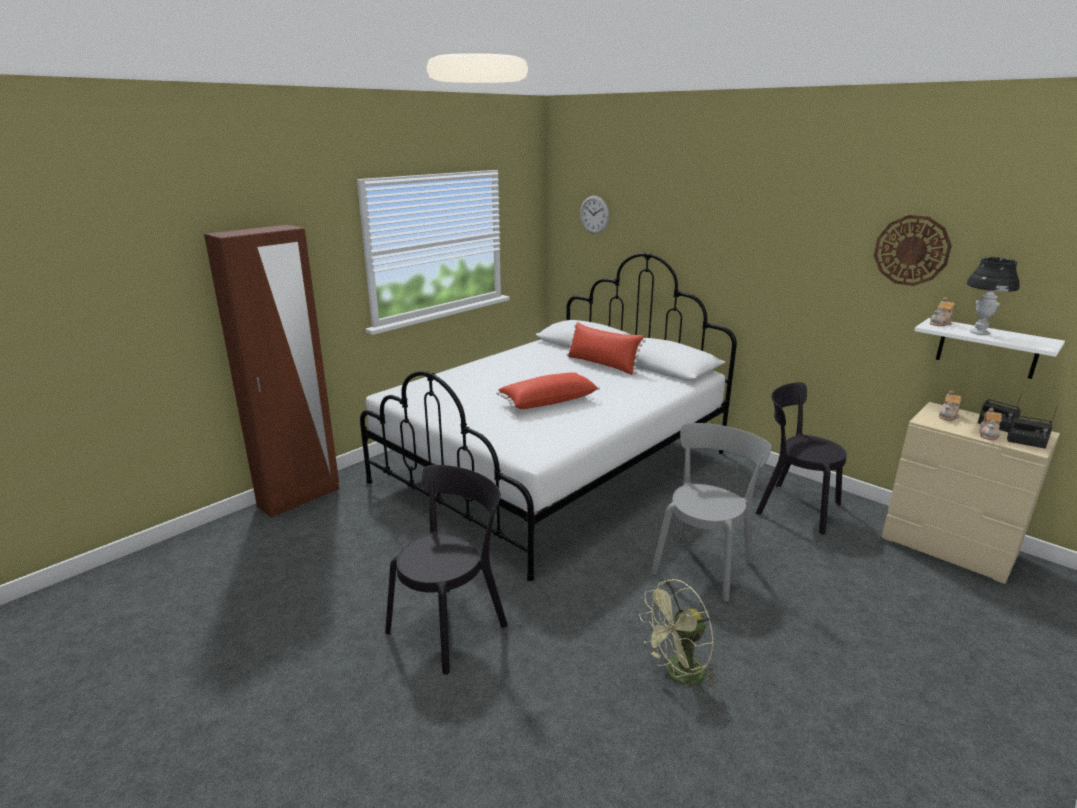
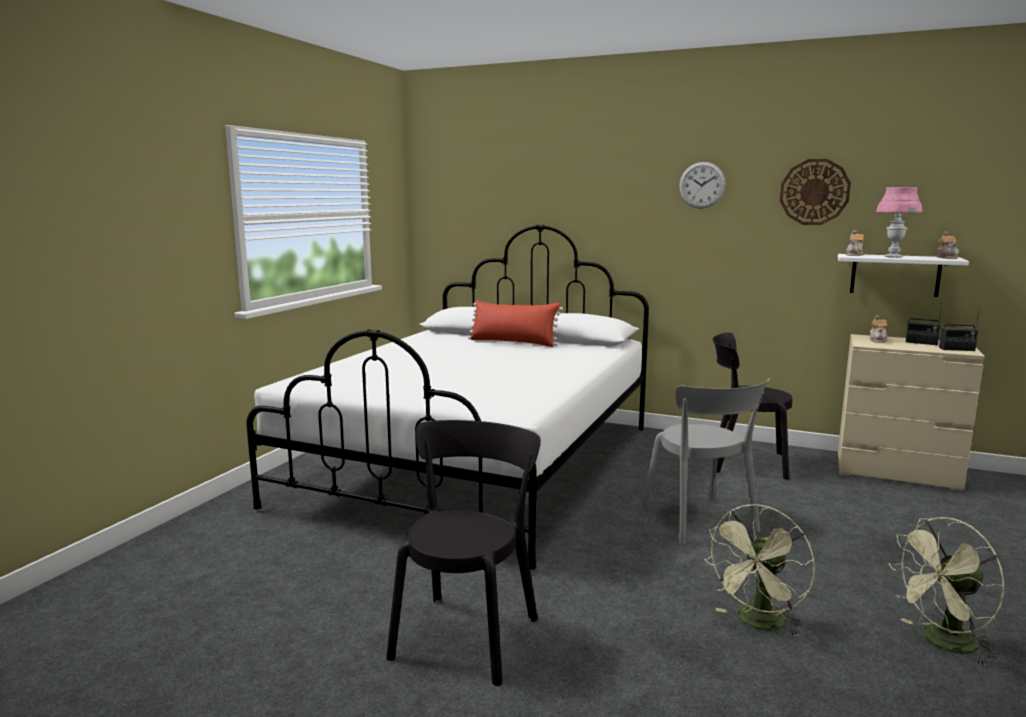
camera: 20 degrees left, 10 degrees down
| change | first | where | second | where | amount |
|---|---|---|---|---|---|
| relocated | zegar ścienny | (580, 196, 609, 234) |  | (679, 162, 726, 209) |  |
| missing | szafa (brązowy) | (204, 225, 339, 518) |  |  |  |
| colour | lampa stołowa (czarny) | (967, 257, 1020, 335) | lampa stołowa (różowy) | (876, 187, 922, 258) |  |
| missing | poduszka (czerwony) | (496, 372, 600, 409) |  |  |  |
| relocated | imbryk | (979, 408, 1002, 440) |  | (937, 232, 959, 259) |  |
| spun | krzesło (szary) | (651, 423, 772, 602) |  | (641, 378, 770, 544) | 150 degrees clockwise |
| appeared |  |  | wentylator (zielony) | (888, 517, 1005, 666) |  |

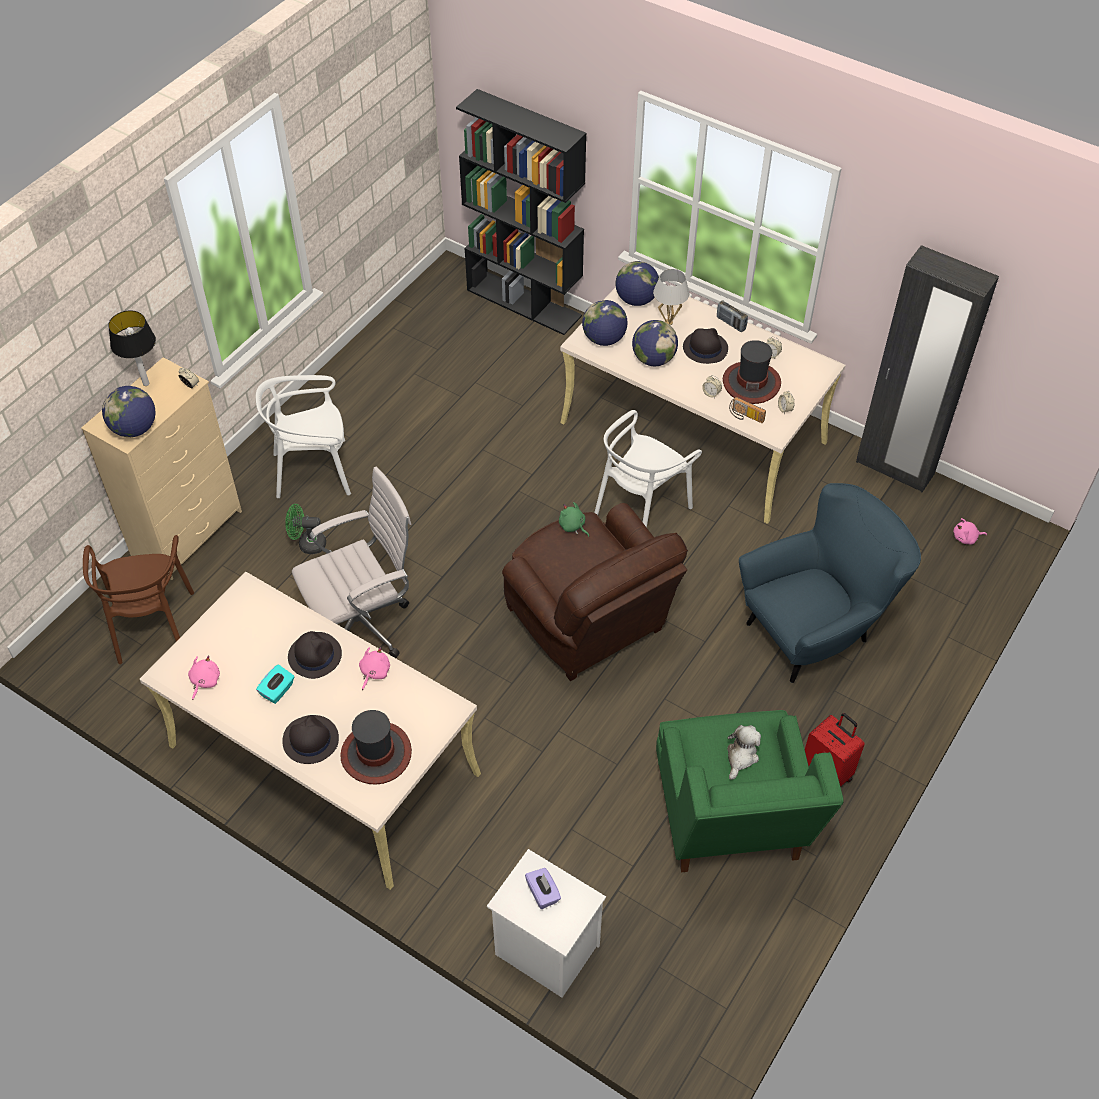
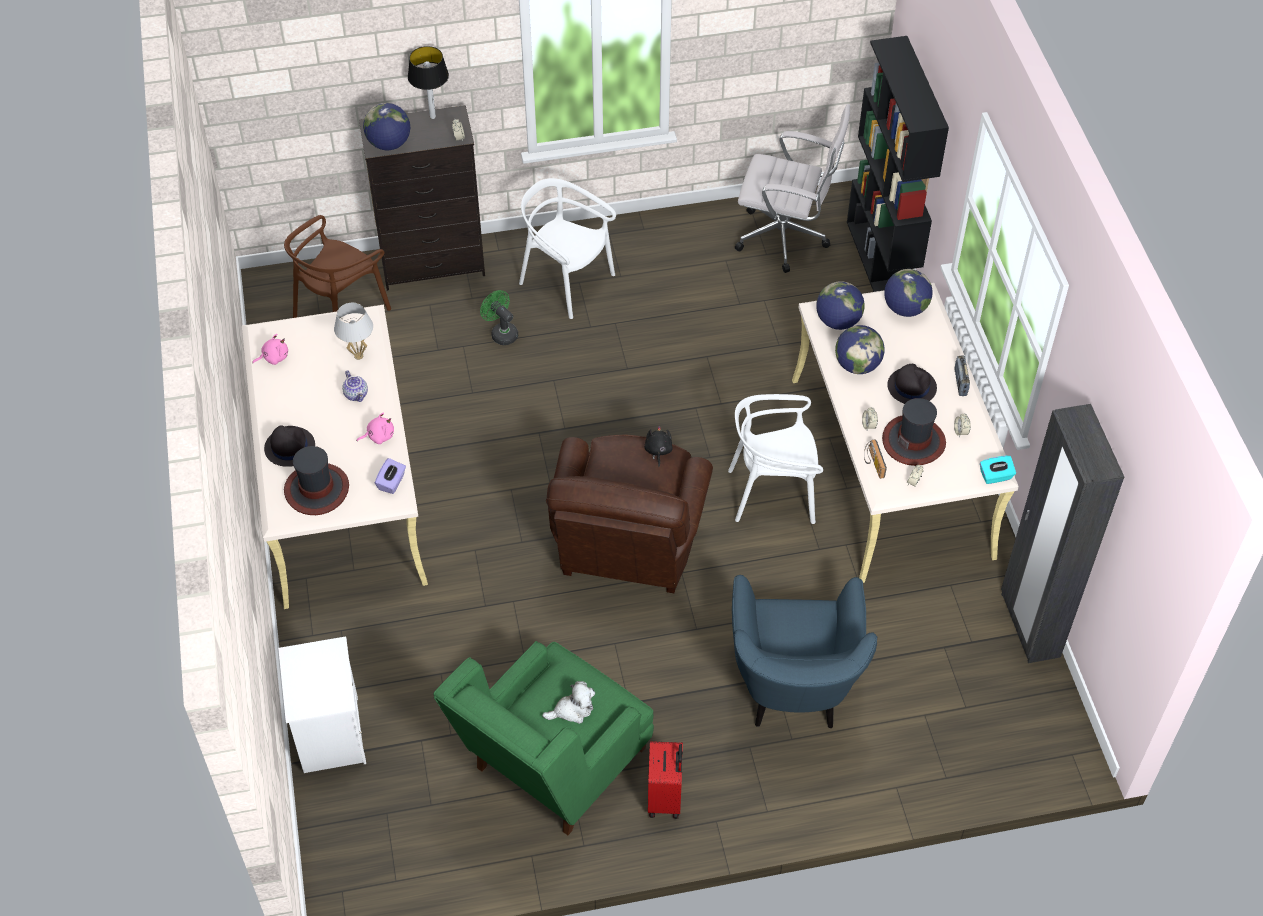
camera: 45 degrees right, 0 degrees up
| change | first | where | second | where | amount |
|---|---|---|---|---|---|
| relocated | lampa stołowa (biały) | (653, 269, 689, 325) |  | (334, 303, 373, 360) |  |
| colour | komoda (beżowy) | (81, 357, 242, 580) | komoda (czarny) | (359, 105, 485, 291) |  |
| relocated | krzesło biurowe (biały) | (292, 467, 411, 658) |  | (735, 104, 850, 273) |  |
| spun | fotel (niebieski) | (739, 483, 921, 683) |  | (732, 575, 877, 728) | 75 degrees clockwise |
| colour | pluszak (zielony) | (559, 502, 589, 537) | pluszak (czarny) | (644, 426, 673, 467) |  |
| missing | pluszak (różowy) | (954, 518, 987, 545) |  |  |  |
| exchanged | kapelusz (czarny) | (288, 631, 342, 679) | imbryk | (342, 371, 368, 402) |  |
| relocated | pudełko chusteczek (turkusowy) | (256, 664, 294, 704) |  | (980, 456, 1016, 484) |  |
| relocated | pudełko chusteczek (fioletowy) | (525, 868, 561, 909) |  | (375, 458, 406, 494) |  |

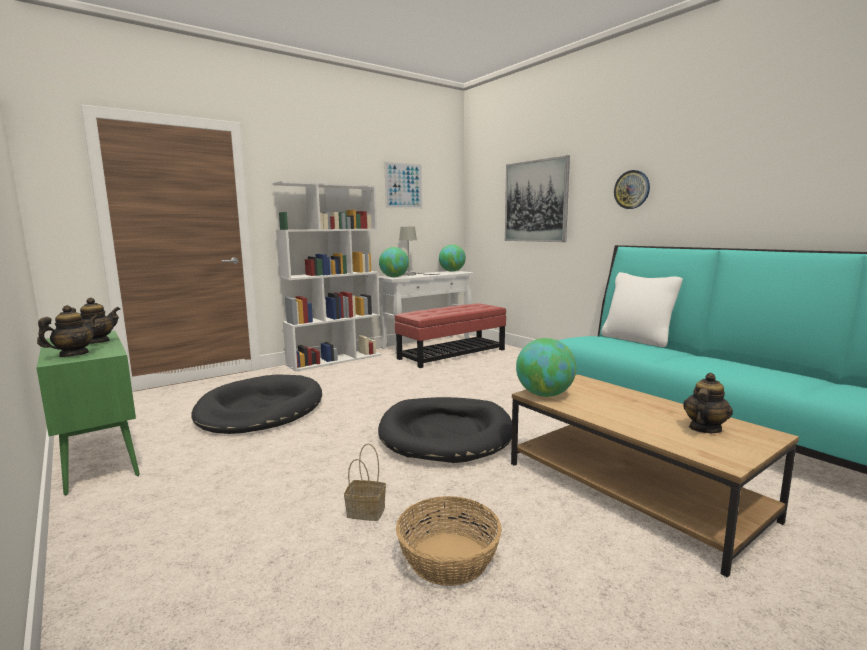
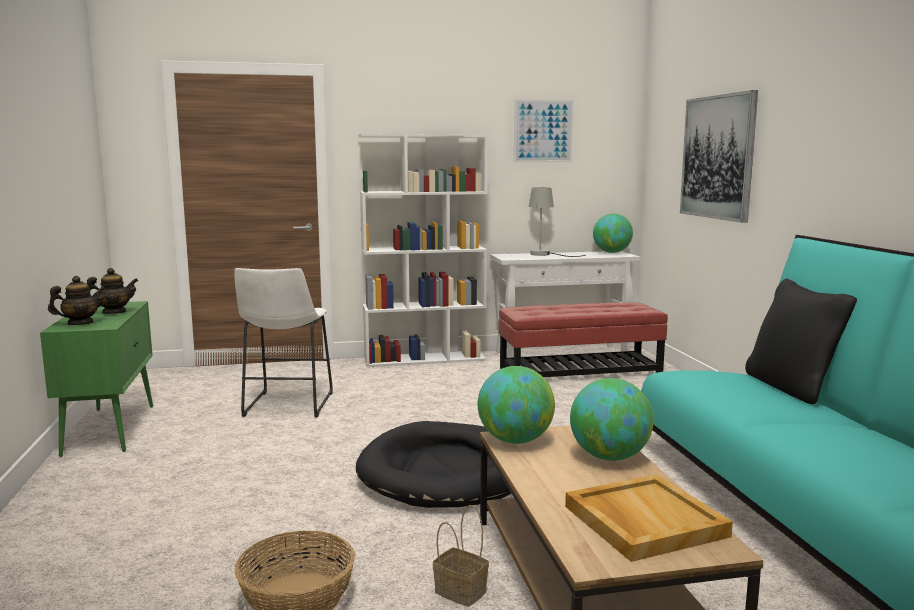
camera: 25 degrees right, 0 degrees up
| change | first | where | second | where | amount |
|---|---|---|---|---|---|
| missing | zegar ścienny | (614, 170, 650, 209) |  |  |  |
| relocated | globus | (379, 247, 409, 277) |  | (570, 378, 654, 461) |  |
| colour | poduszka (biały) | (601, 272, 683, 347) | poduszka (czarny) | (745, 278, 857, 404) |  |
| exchanged | imbryk | (683, 373, 733, 433) | taca (beżowy) | (565, 474, 733, 562) |  |
| exchanged | legowisko (czarny) | (191, 374, 322, 434) | stołek (biały) | (234, 268, 333, 418) |  |
| relocated | koszyk | (344, 444, 386, 521) |  | (433, 505, 489, 607) |  |

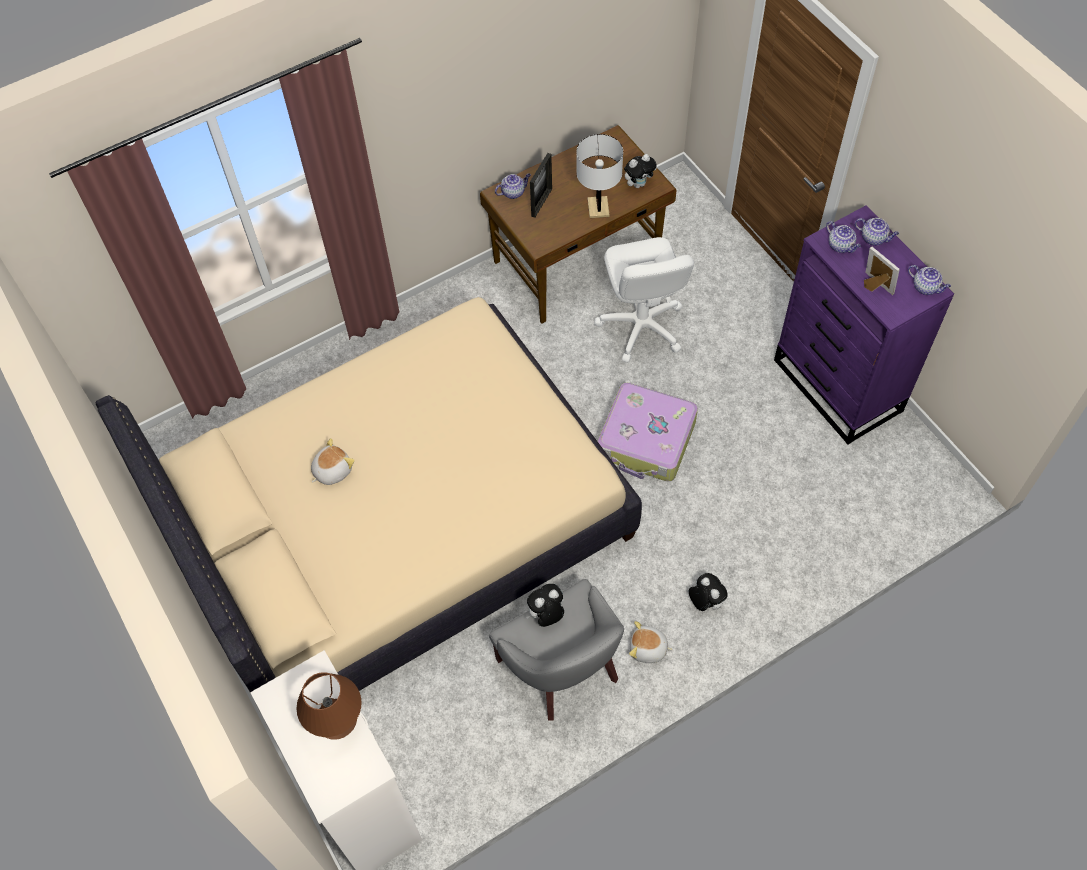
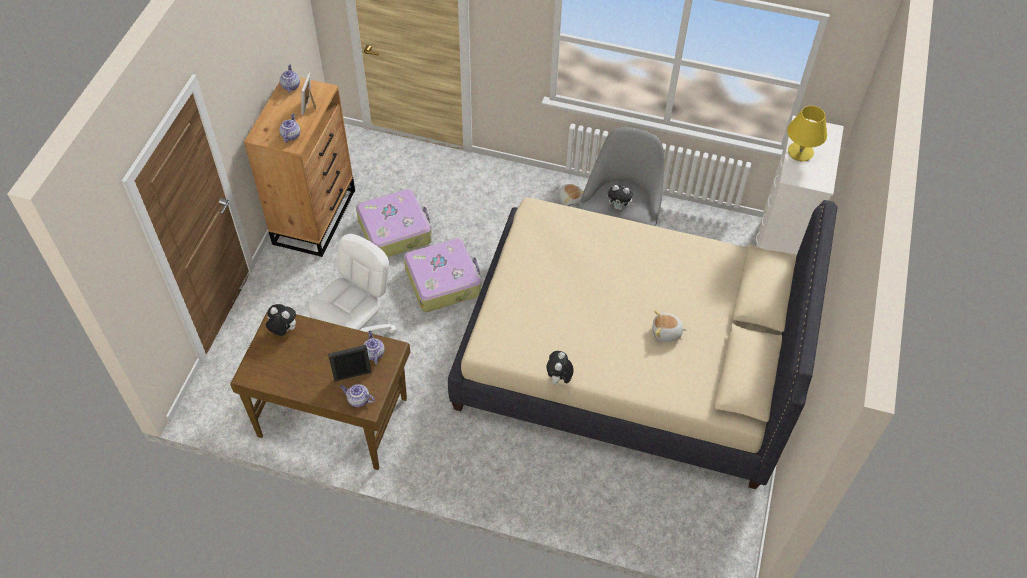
camera: 135 degrees left, 5 degrees down
| change | first | where | second | where | amount |
|---|---|---|---|---|---|
| missing | lampa stołowa (biały) | (576, 134, 623, 218) |  |  |  |
| colour | komoda (fioletowy) | (774, 206, 954, 445) | komoda (brązowy) | (244, 77, 355, 257) |  |
| relocated | imbryk | (855, 218, 899, 245) |  | (363, 331, 385, 364) |  |
| relocated | pluszak | (689, 573, 728, 611) |  | (547, 351, 574, 384) |  |
| colour | lampa stołowa (brązowy) | (297, 672, 362, 740) | lampa stołowa (żółty) | (787, 106, 827, 162) |  |
| appeared |  |  | walizka | (356, 189, 432, 257) |  |

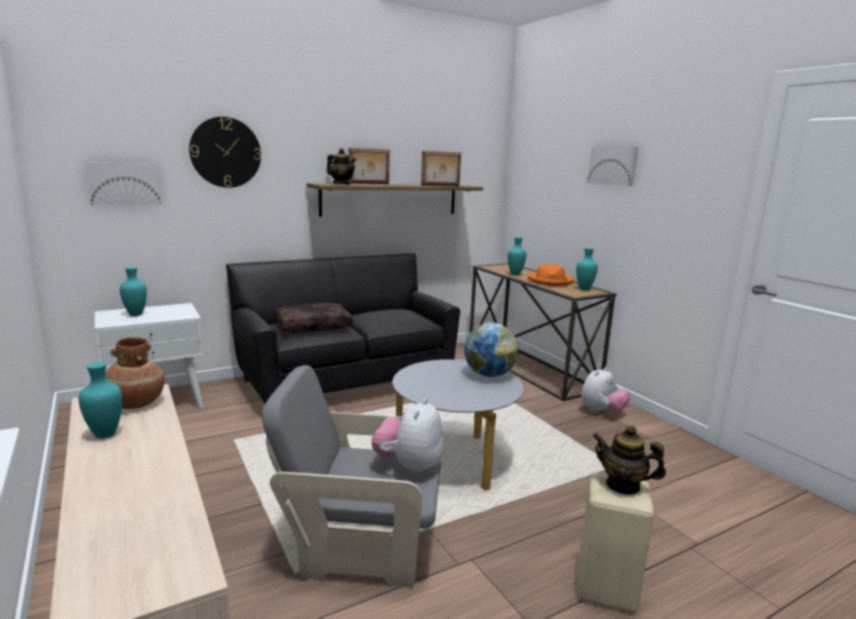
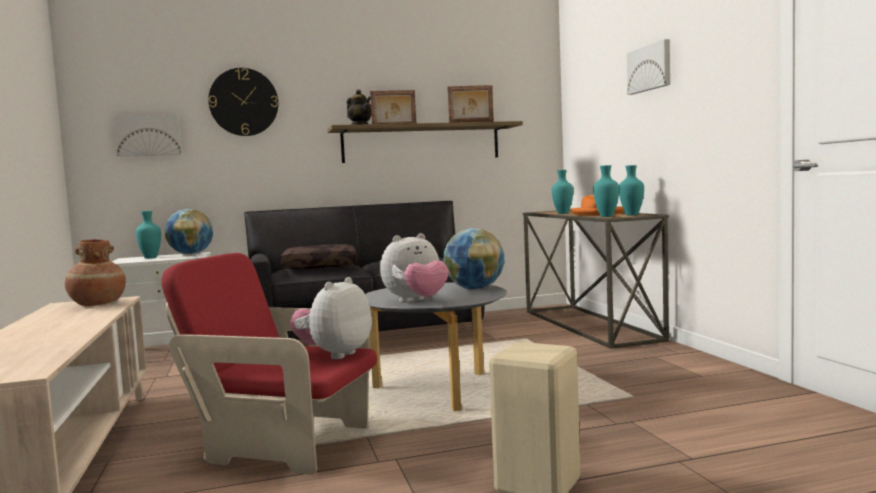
camera: 15 degrees right, 10 degrees down
| change | first | where | second | where | amount |
|---|---|---|---|---|---|
| relocated | wazon (turkusowy) | (78, 362, 122, 439) |  | (593, 165, 619, 217) |  |
| colour | fotel (szary) | (262, 365, 441, 588) | fotel (czerwony) | (161, 253, 377, 475) |  |
| relocated | pluszak | (581, 367, 630, 413) |  | (380, 233, 449, 302) |  |
| missing | imbryk | (593, 426, 666, 495) |  |  |  |
| appeared |  |  | globus | (165, 209, 213, 254) |  |

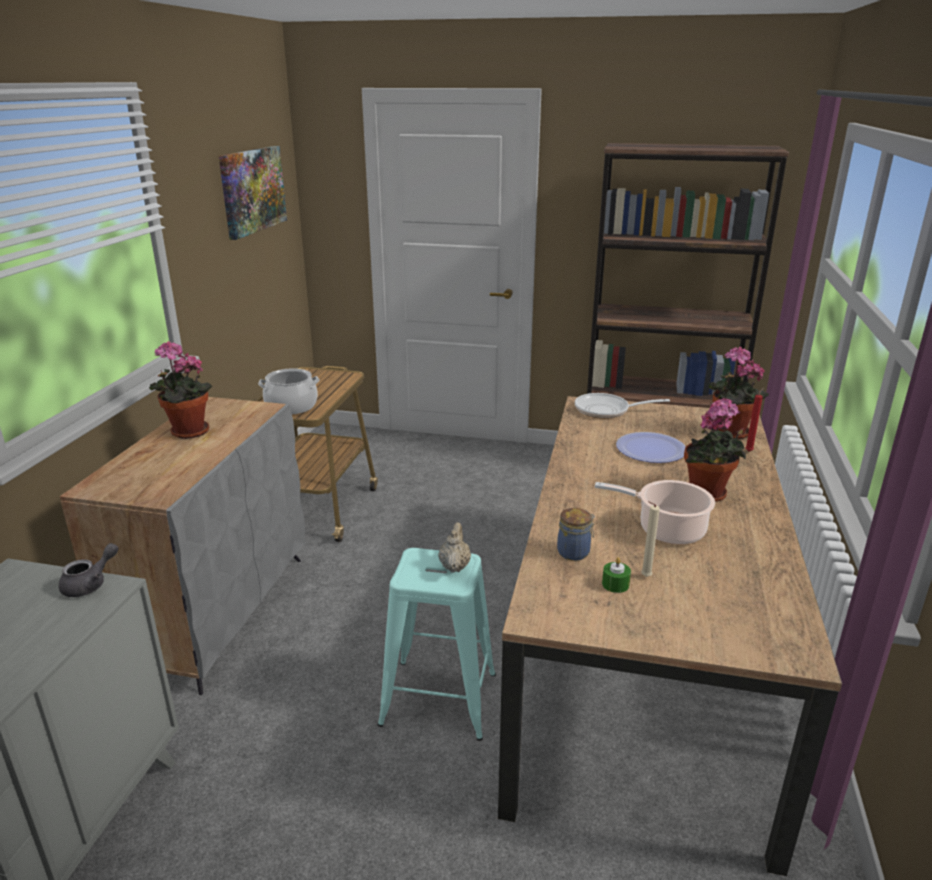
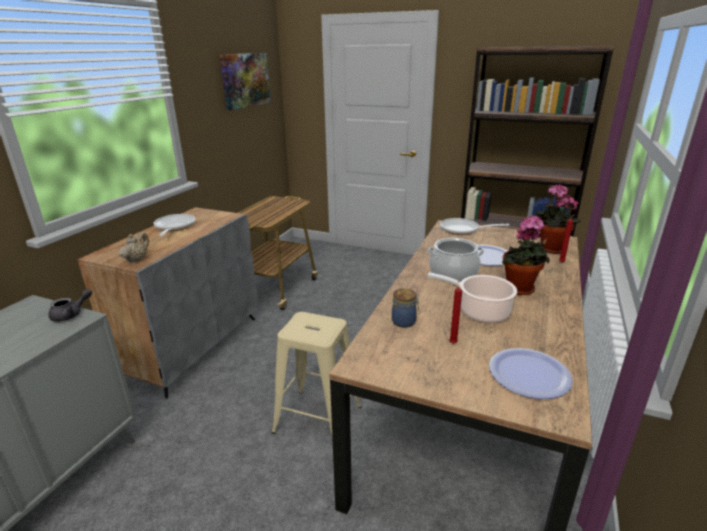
camera: 10 degrees right, 0 degrees up
| change | first | where | second | where | amount |
|---|---|---|---|---|---|
| exchanged | roślina doniczkowa | (149, 341, 213, 439) | patelnia | (154, 214, 195, 236) |  |
| relocated | garnek | (258, 368, 319, 414) |  | (427, 238, 484, 282) |  |
| colour | świeca (beżowy) | (641, 501, 660, 577) | świeca (czerwony) | (449, 284, 462, 344) |  |
| relocated | imbryk (beżowy) | (438, 522, 471, 572) |  | (119, 232, 149, 263) |  |
| colour | stołek (turkusowy) | (378, 548, 496, 741) | stołek (beżowy) | (272, 312, 362, 434) |  |
| missing | świeca (zielony) | (602, 557, 631, 593) |  |  |  |
| appeared |  |  | talerz | (489, 348, 573, 399) |  |

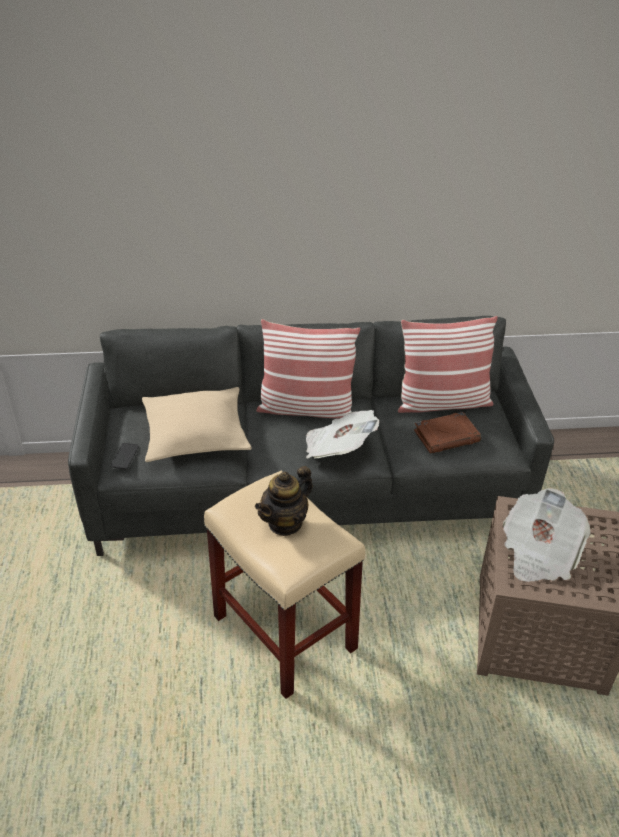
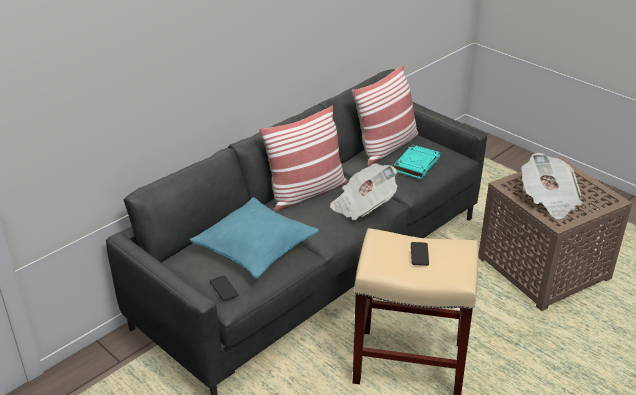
camera: 40 degrees left, 5 degrees down
| change | first | where | second | where | amount |
|---|---|---|---|---|---|
| colour | poduszka (beżowy) | (142, 387, 252, 462) | poduszka (turkusowy) | (190, 197, 319, 279) |  |
| colour | książka (brązowy) | (414, 412, 481, 454) | książka (turkusowy) | (394, 145, 441, 179) |  |
| exchanged | imbryk | (255, 466, 313, 536) | telefon | (411, 242, 429, 266) |  |

